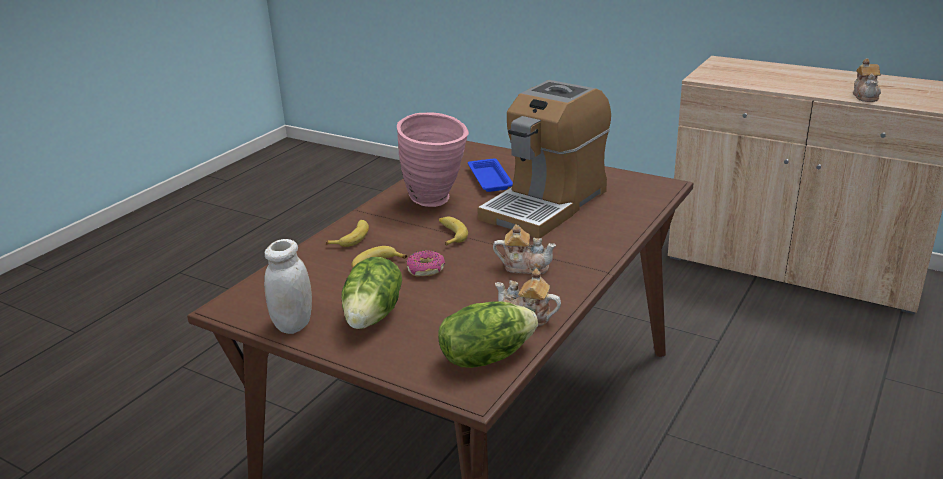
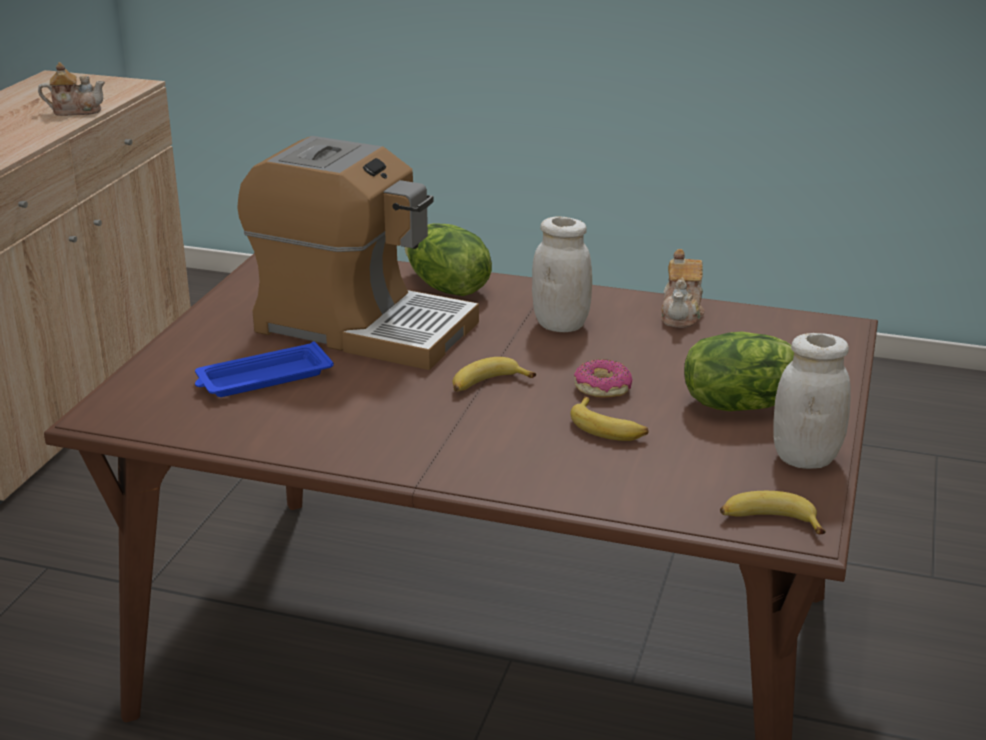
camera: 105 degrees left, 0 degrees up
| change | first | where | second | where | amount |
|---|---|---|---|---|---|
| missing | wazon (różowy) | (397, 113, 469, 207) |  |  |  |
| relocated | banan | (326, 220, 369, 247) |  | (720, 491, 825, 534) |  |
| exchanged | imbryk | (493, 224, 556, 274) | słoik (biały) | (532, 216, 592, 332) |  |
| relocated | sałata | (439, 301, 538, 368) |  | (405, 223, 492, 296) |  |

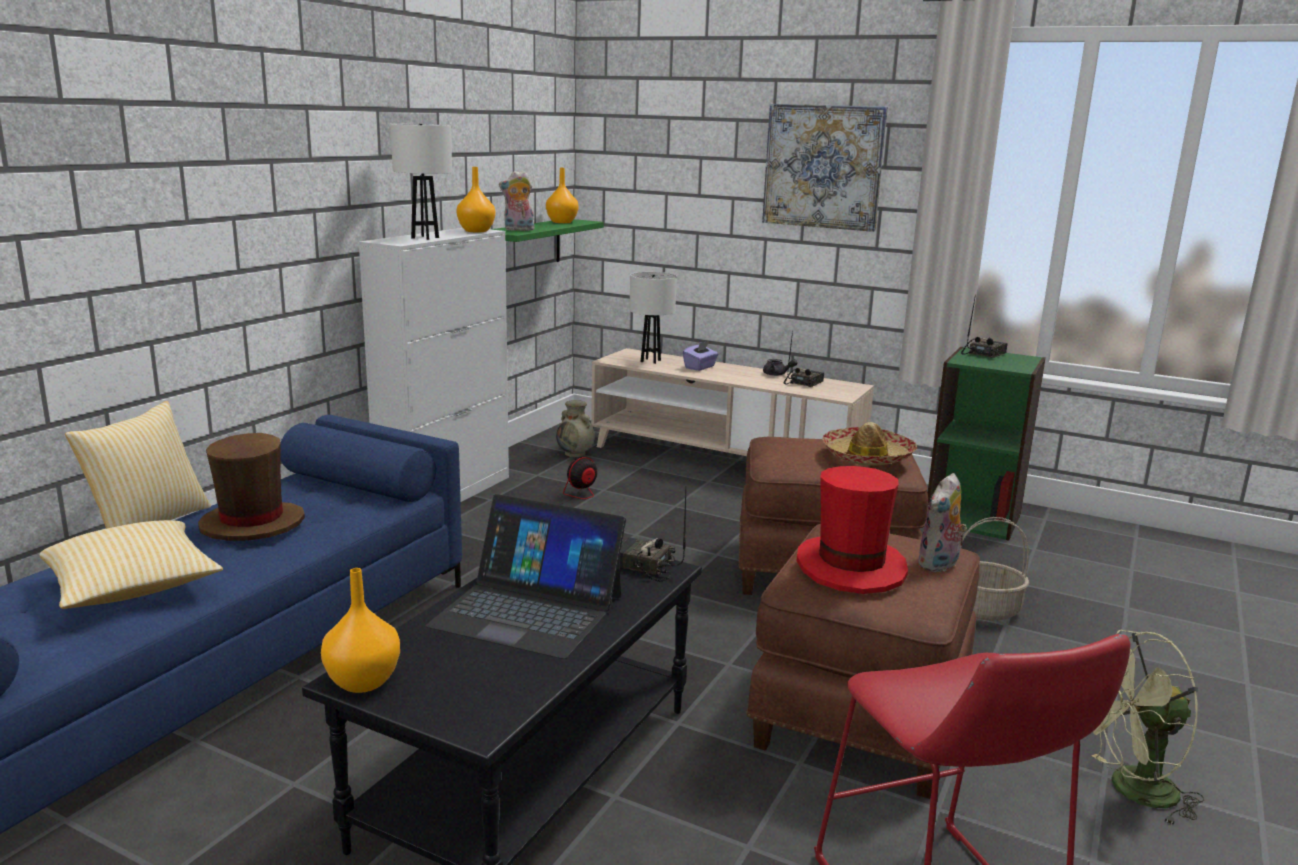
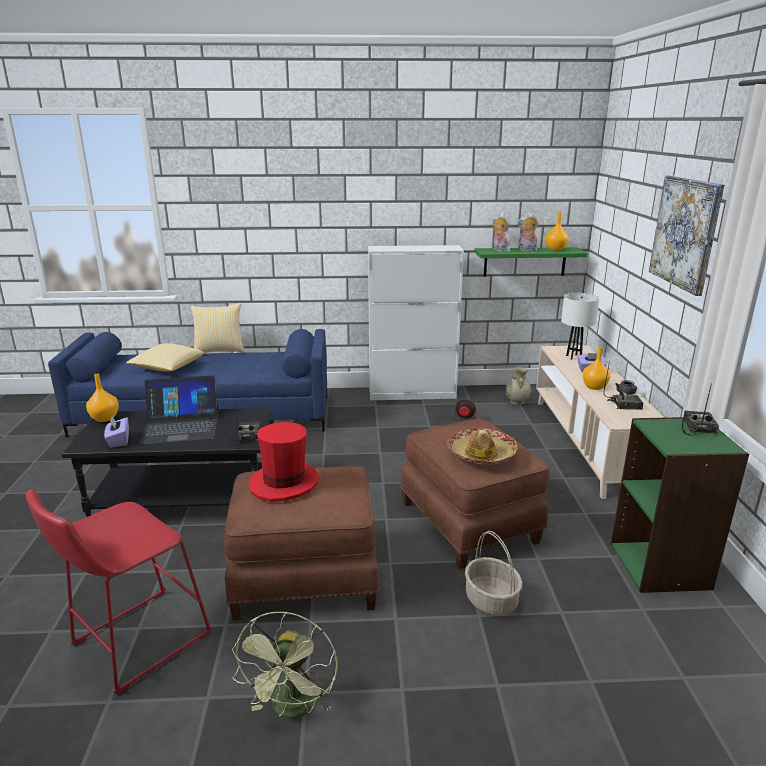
camera: 60 degrees right, 5 degrees up
| change | first | where | second | where | amount |
|---|---|---|---|---|---|
| missing | lampa stołowa (biały) | (390, 124, 452, 240) |  |  |  |
| relocated | wazon (pomarańczowy) | (456, 167, 495, 232) |  | (583, 346, 610, 390) |  |
| spun | radio | (961, 294, 1008, 358) |  | (682, 383, 719, 436) | 90 degrees counterclockwise |
| missing | kapelusz (brązowy) | (198, 433, 305, 541) |  |  |  |
| relocated | pluszak | (918, 473, 967, 573) |  | (517, 213, 538, 251) |  |
| spun | laptop | (425, 494, 626, 659) |  | (139, 375, 218, 445) | 90 degrees counterclockwise |
| spun | wentylator (zielony) | (1091, 630, 1204, 826) |  | (232, 611, 338, 718) | 135 degrees counterclockwise |
| appeared |  |  | pudełko chusteczek (fioletowy) | (104, 416, 129, 448) |  |

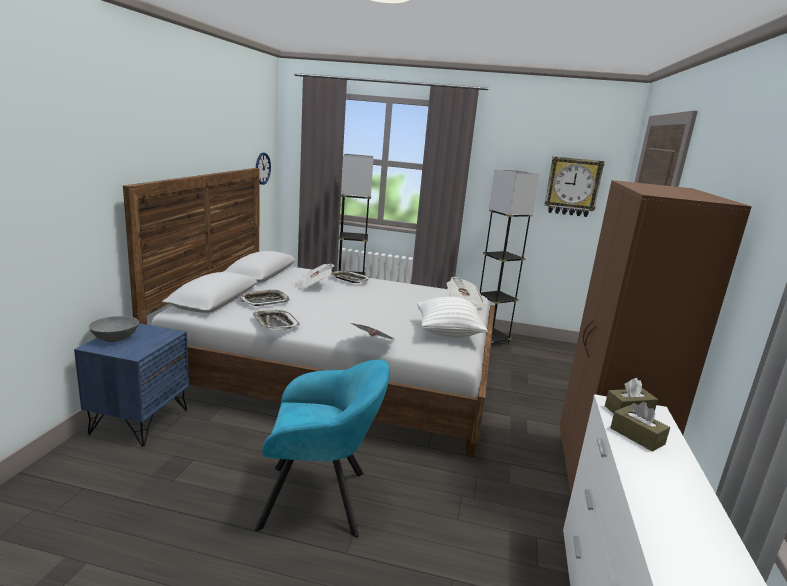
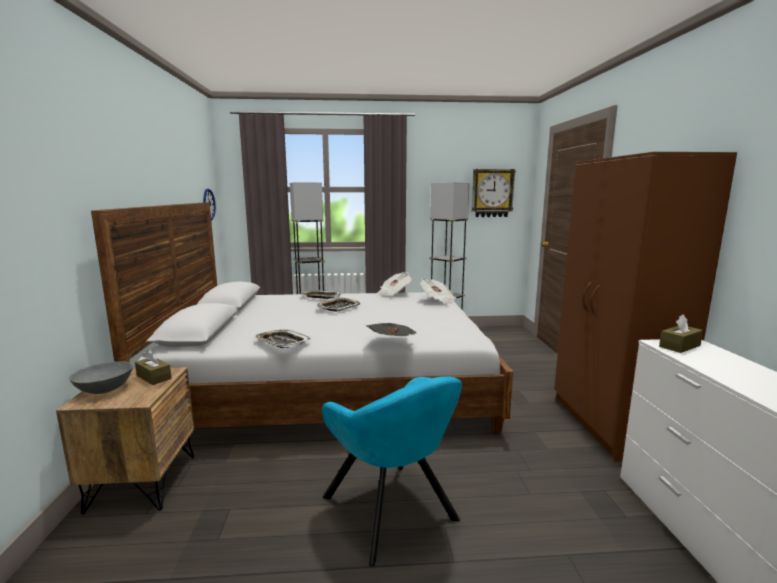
camera: 15 degrees left, 5 degrees down
| change | first | where | second | where | amount |
|---|---|---|---|---|---|
| relocated | gazeta | (292, 264, 334, 289) |  | (376, 272, 412, 296) |  |
| relocated | taca | (238, 289, 290, 306) |  | (317, 298, 360, 312) |  |
| missing | poduszka (biały) | (417, 297, 488, 338) |  |  |  |
| colour | szafka nocna (niebieski) | (74, 323, 189, 447) | szafka nocna (brązowy) | (56, 367, 194, 515) |  |
| spun | fotel (turkusowy) | (255, 359, 390, 537) |  | (322, 376, 462, 566) | 75 degrees clockwise |
| relocated | pudełko chusteczek (brązowy) | (610, 402, 670, 452) |  | (135, 350, 172, 385) |  |

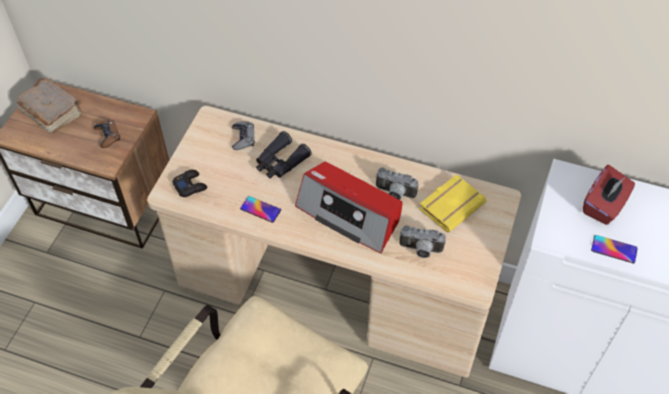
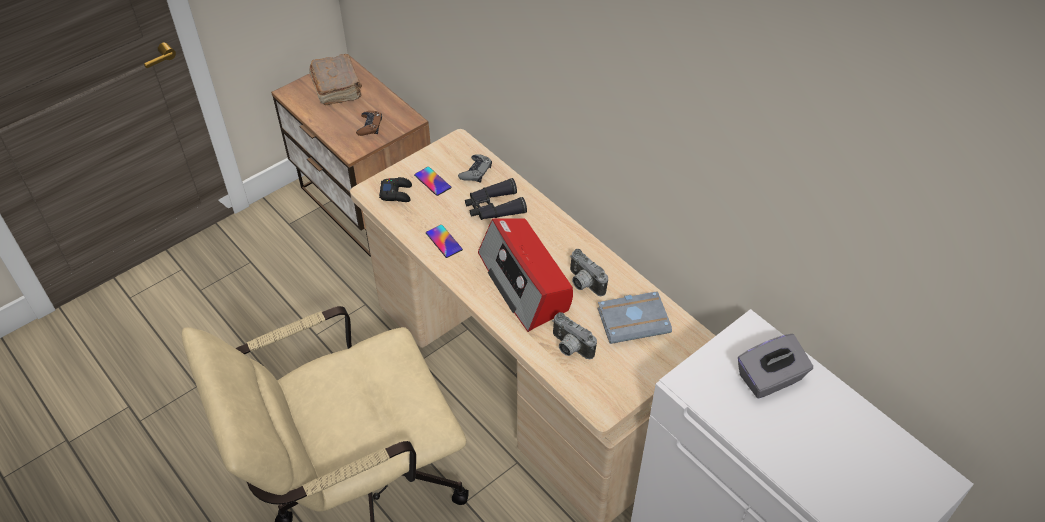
camera: 30 degrees right, 5 degrees down
| change | first | where | second | where | amount |
|---|---|---|---|---|---|
| colour | pudełko chusteczek (czerwony) | (583, 165, 635, 225) | pudełko chusteczek (szary) | (738, 334, 813, 399) |  |
| colour | książka (żółty) | (419, 174, 487, 233) | książka (szary) | (598, 291, 672, 344) |  |
| relocated | telefon | (591, 235, 638, 263) |  | (414, 167, 451, 196) |  |

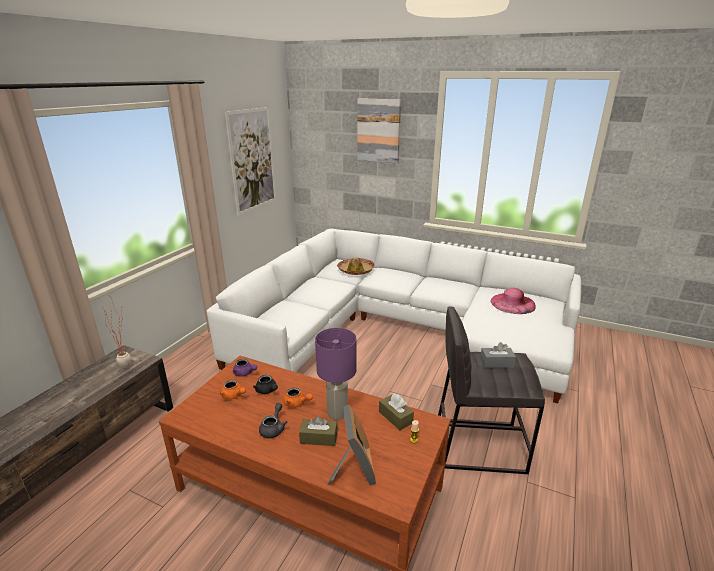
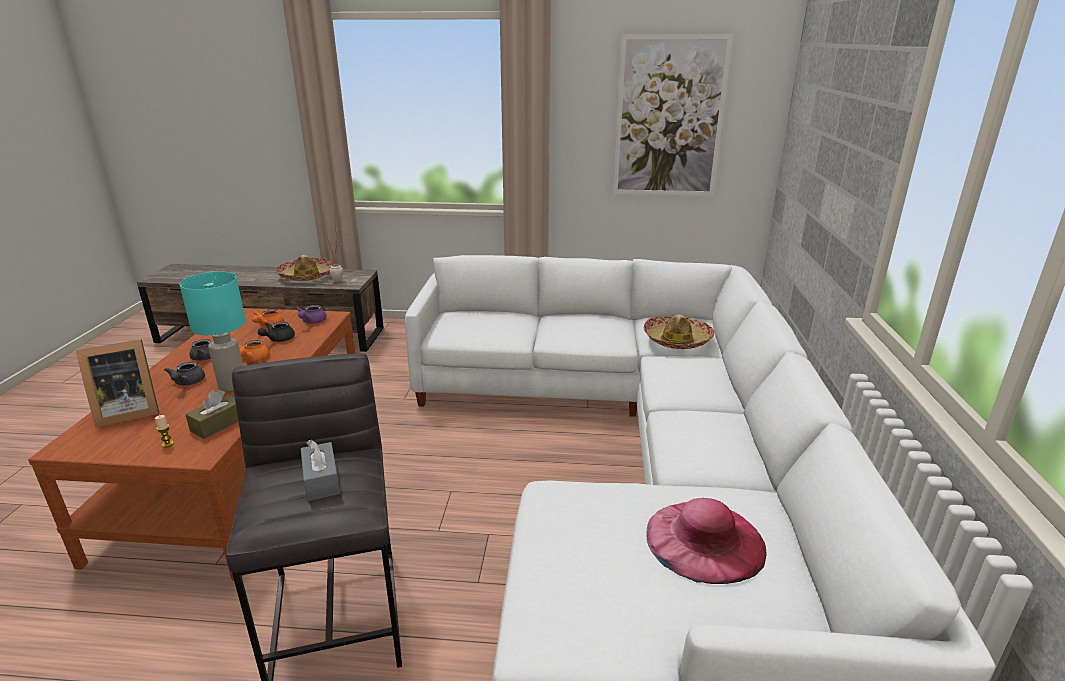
camera: 70 degrees right, 0 degrees up
| change | first | where | second | where | amount |
|---|---|---|---|---|---|
| missing | obraz | (357, 98, 401, 163) |  |  |  |
| colour | lampa stołowa (fioletowy) | (315, 328, 356, 420) | lampa stołowa (turkusowy) | (179, 272, 246, 391) |  |
| exchanged | pudełko chusteczek (brązowy) | (299, 416, 338, 446) | imbryk (szary) | (164, 362, 205, 385) |  |
| appeared |  |  | kapelusz | (276, 255, 334, 281) |  |

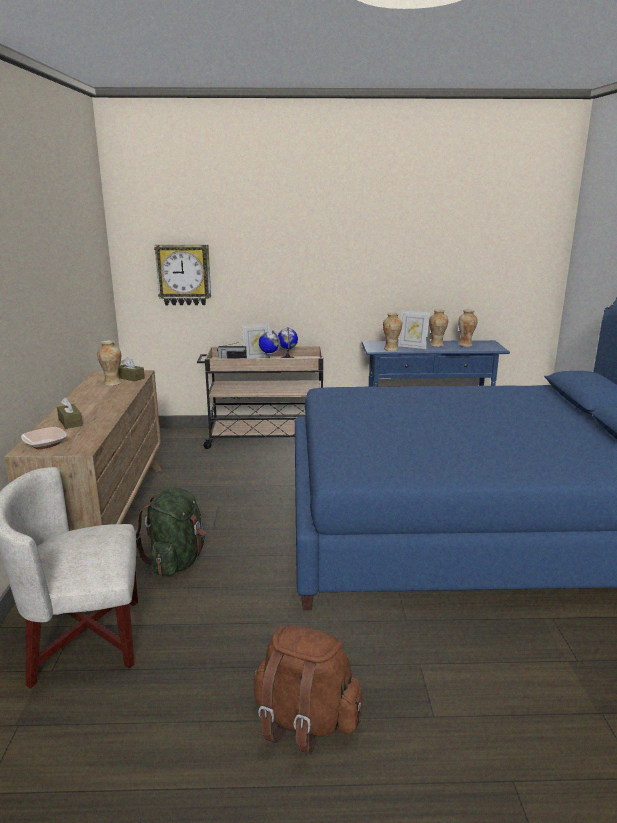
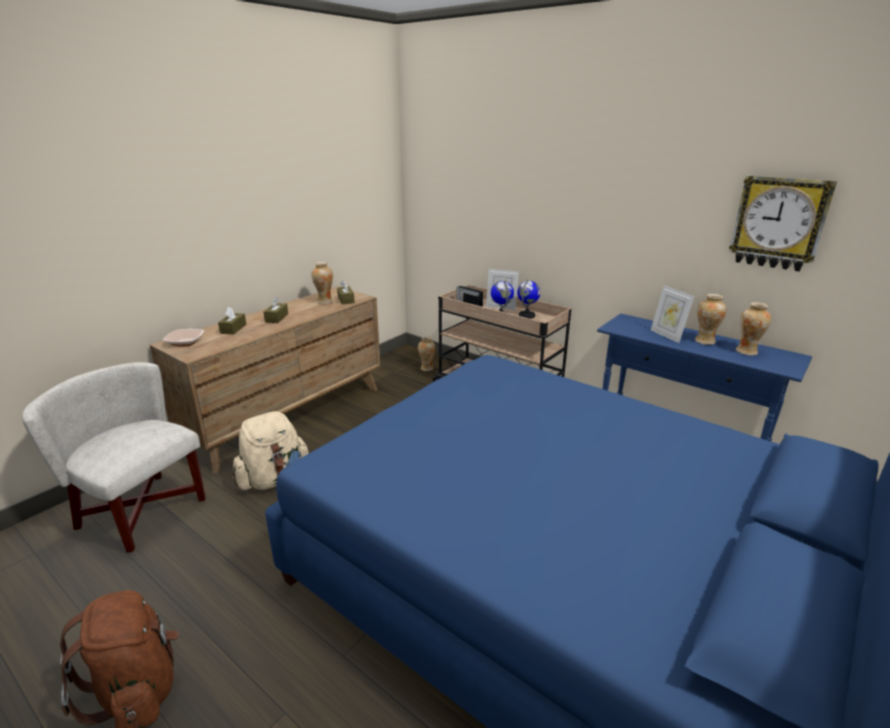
camera: 40 degrees right, 5 degrees up
| change | first | where | second | where | amount |
|---|---|---|---|---|---|
| relocated | zegar ścienny | (154, 245, 211, 305) |  | (729, 175, 837, 272) |  |
| relocated | wazon | (383, 313, 402, 351) |  | (418, 336, 436, 371) |  |
| colour | plecak (zielony) | (135, 488, 206, 576) | plecak (beżowy) | (233, 411, 309, 490) |  |
| appeared |  |  | pudełko chusteczek (brązowy) | (263, 297, 288, 323) |  |

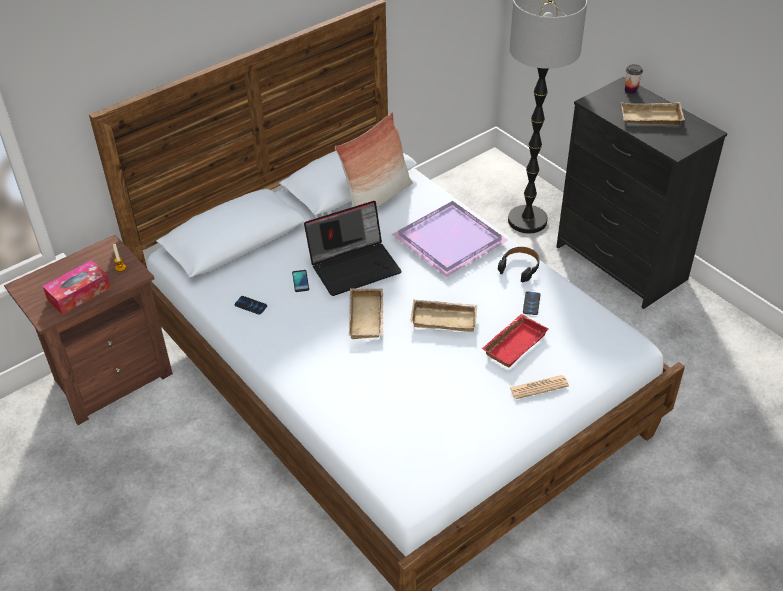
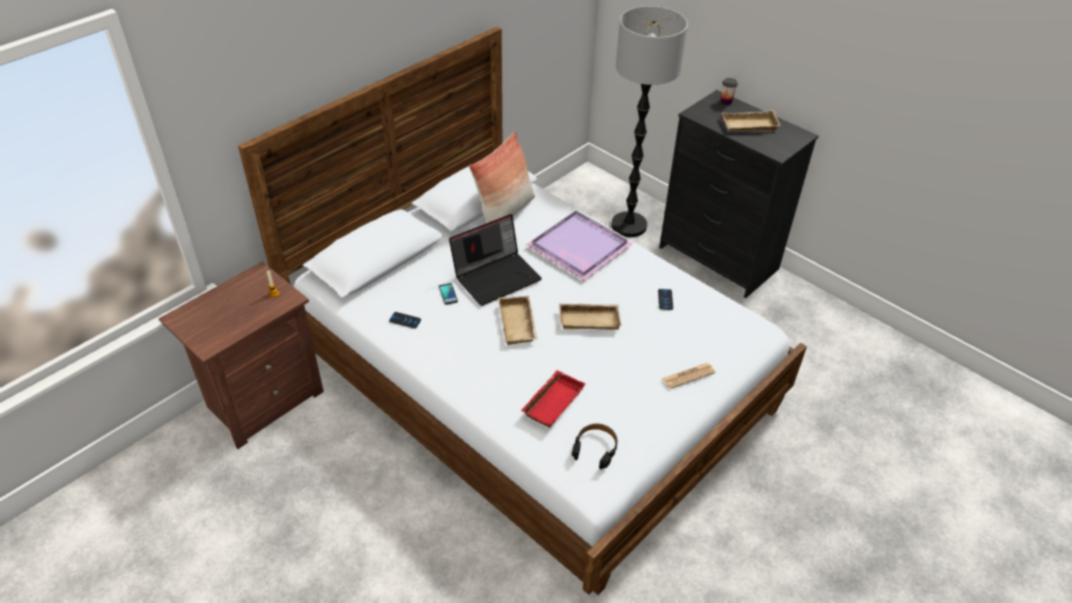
camera: 10 degrees left, 0 degrees up
| change | first | where | second | where | amount |
|---|---|---|---|---|---|
| relocated | słuchawki (czarny) | (498, 247, 540, 282) |  | (572, 424, 617, 469) |  |
| missing | pudełko chusteczek | (43, 260, 111, 315) |  |  |  |
| relocated | taca (czerwony) | (481, 314, 548, 367) |  | (521, 370, 585, 428) |  |

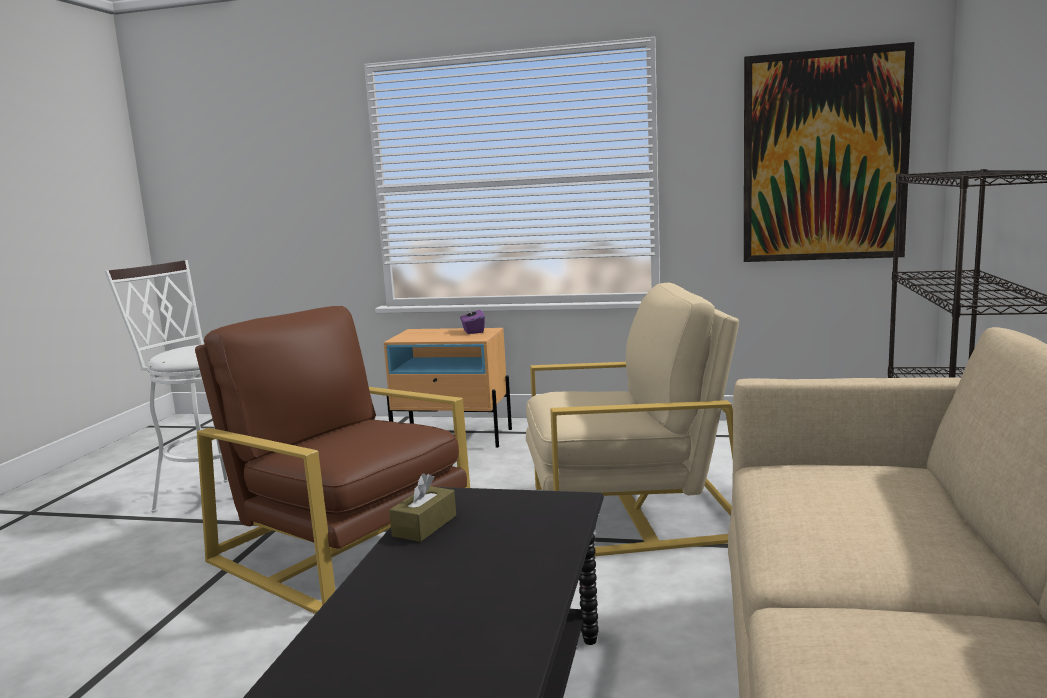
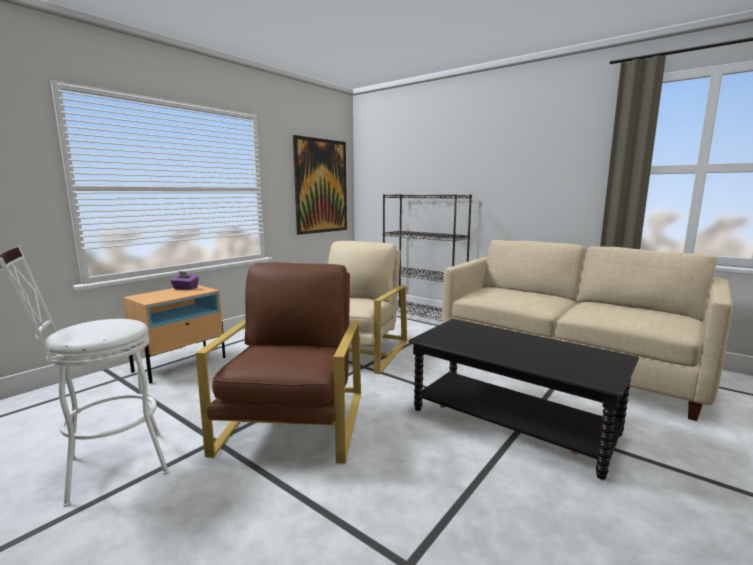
camera: 65 degrees left, 0 degrees up
| change | first | where | second | where | amount |
|---|---|---|---|---|---|
| spun | fotel (brązowy) | (195, 306, 470, 614) |  | (196, 262, 361, 464) | 120 degrees clockwise |
| missing | pudełko chusteczek (brązowy) | (389, 473, 456, 542) |  |  |  |

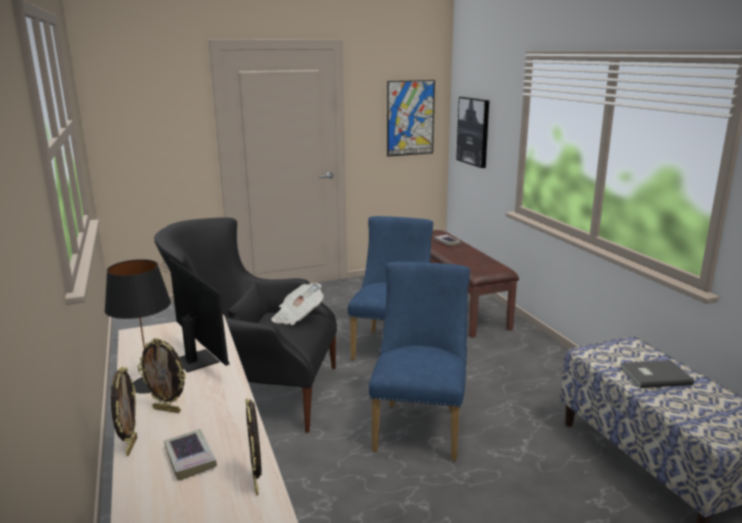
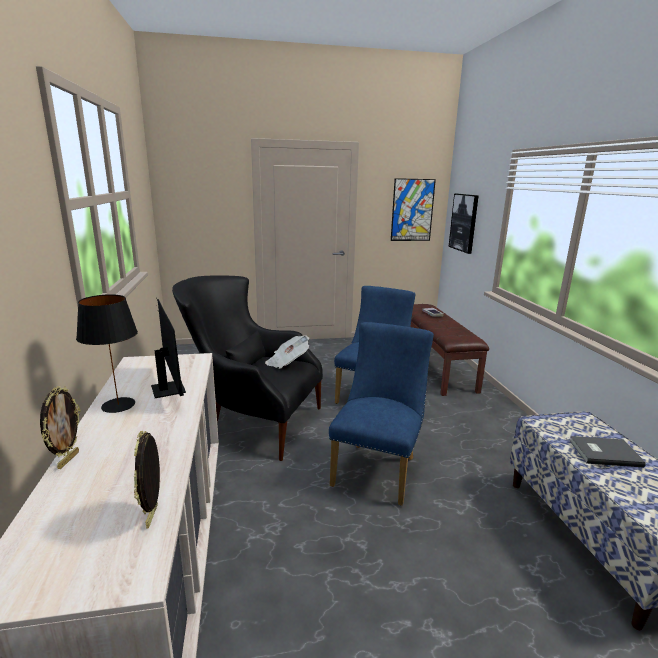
camera: 10 degrees right, 0 degrees up
| change | first | where | second | where | amount |
|---|---|---|---|---|---|
| missing | ramka na zdjęcie | (137, 338, 186, 413) |  |  |  |
| missing | książka | (164, 429, 217, 481) |  |  |  |

